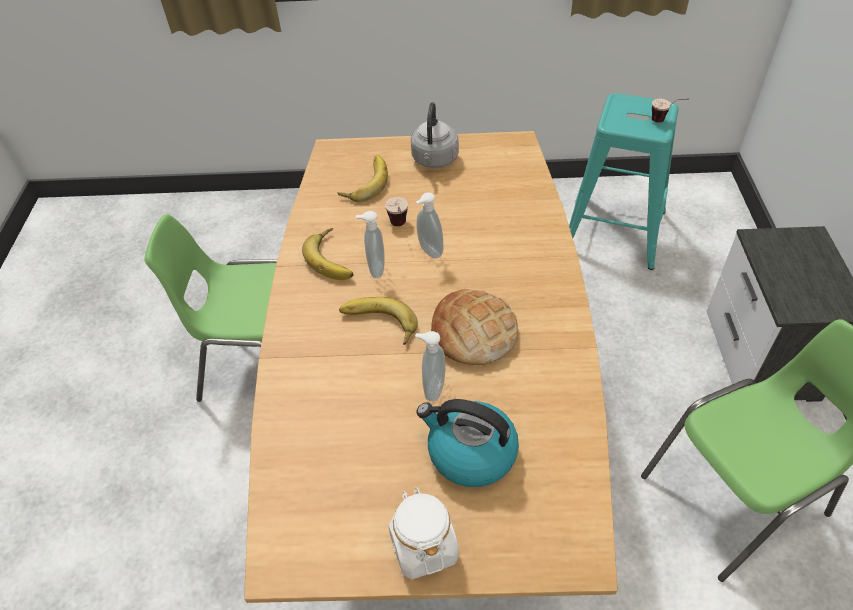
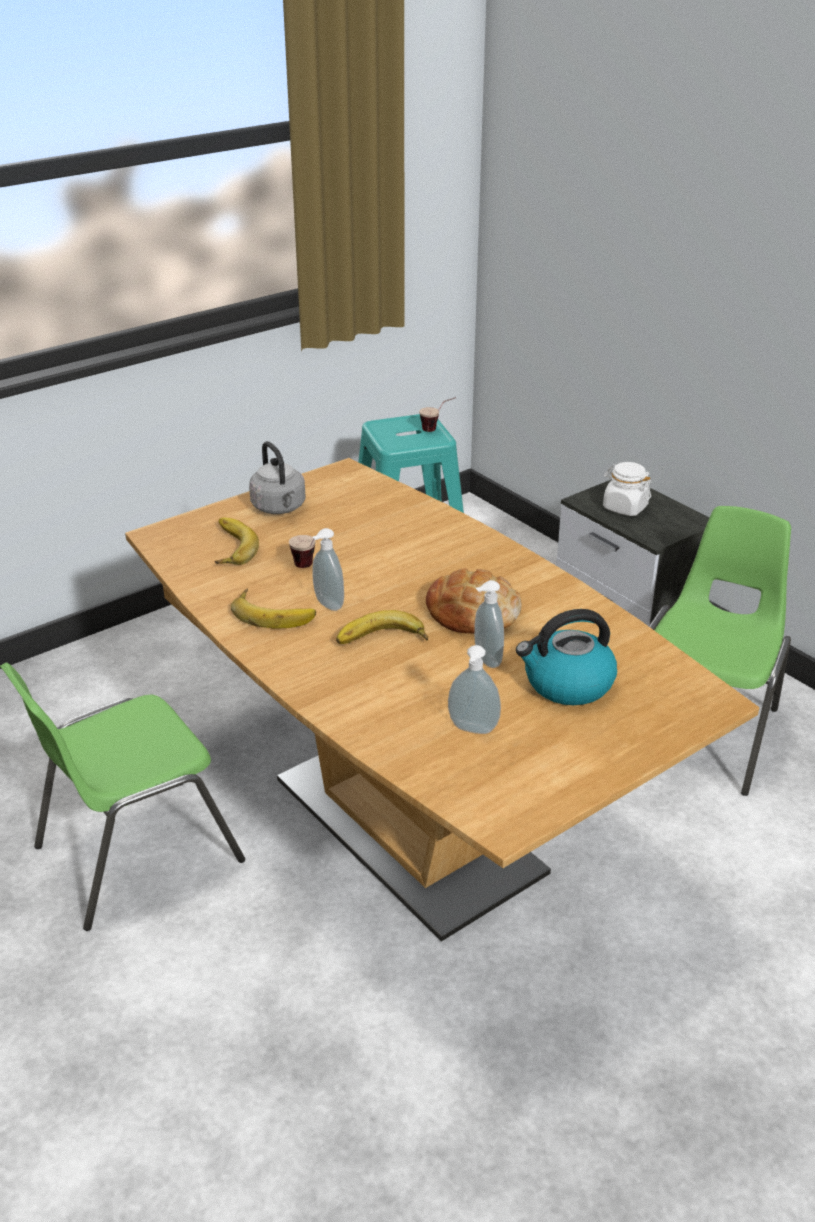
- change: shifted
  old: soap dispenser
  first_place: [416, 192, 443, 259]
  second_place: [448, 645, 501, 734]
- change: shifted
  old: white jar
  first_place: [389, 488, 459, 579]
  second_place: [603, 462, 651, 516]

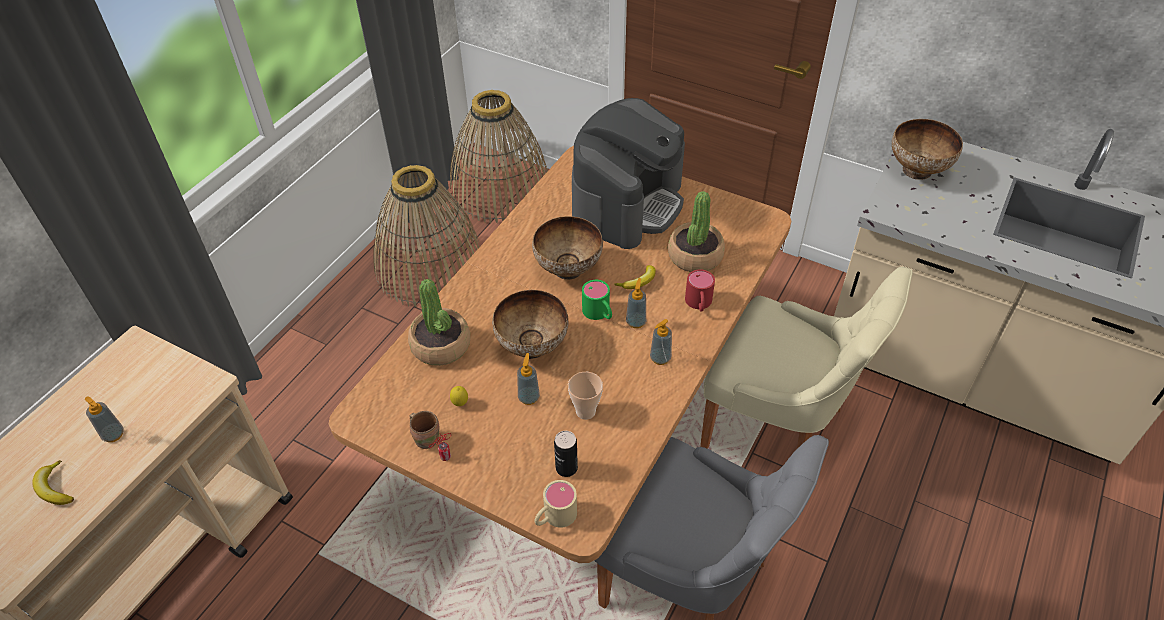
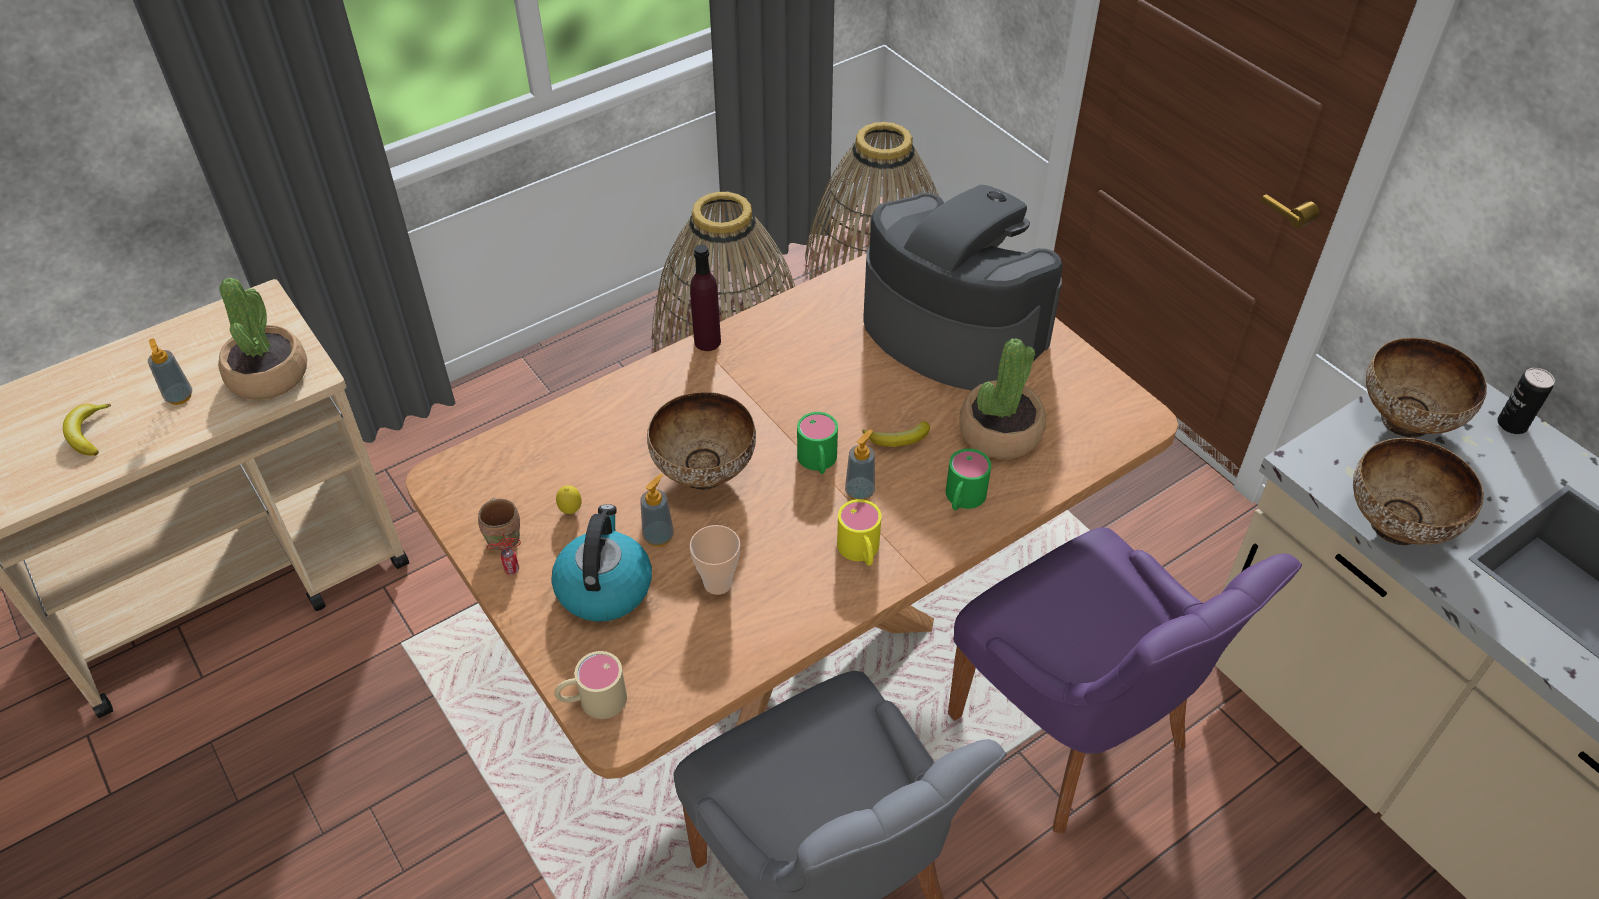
- change: rotated
  old: coffee machine
  first_place: [572, 98, 685, 249]
  second_place: [863, 185, 1063, 391]
  degrees: -105
- change: shifted
  old: bowl
  first_place: [532, 216, 603, 280]
  second_place: [1353, 438, 1484, 545]
- change: repainted
  old: beige chair
  new: purple chair
  first_place: [700, 266, 913, 449]
  second_place: [948, 527, 1302, 833]
- change: repainted
  old: red mug
  new: green mug
  first_place: [685, 269, 715, 312]
  second_place: [946, 448, 991, 510]
- change: shifted
  old: potted plant
  first_place: [408, 279, 470, 366]
  second_place: [218, 278, 307, 400]
- change: swapped
  old: soap dispenser
  new: yellow mug
  first_place: [650, 319, 672, 365]
  second_place: [837, 499, 881, 566]
- change: shifted
  old: can
  first_place: [554, 431, 578, 477]
  second_place: [1497, 368, 1555, 434]
- change: new
  new: purple bottle
  second_place: [690, 245, 721, 351]
- change: new
  new: kettle
  second_place: [551, 504, 652, 622]

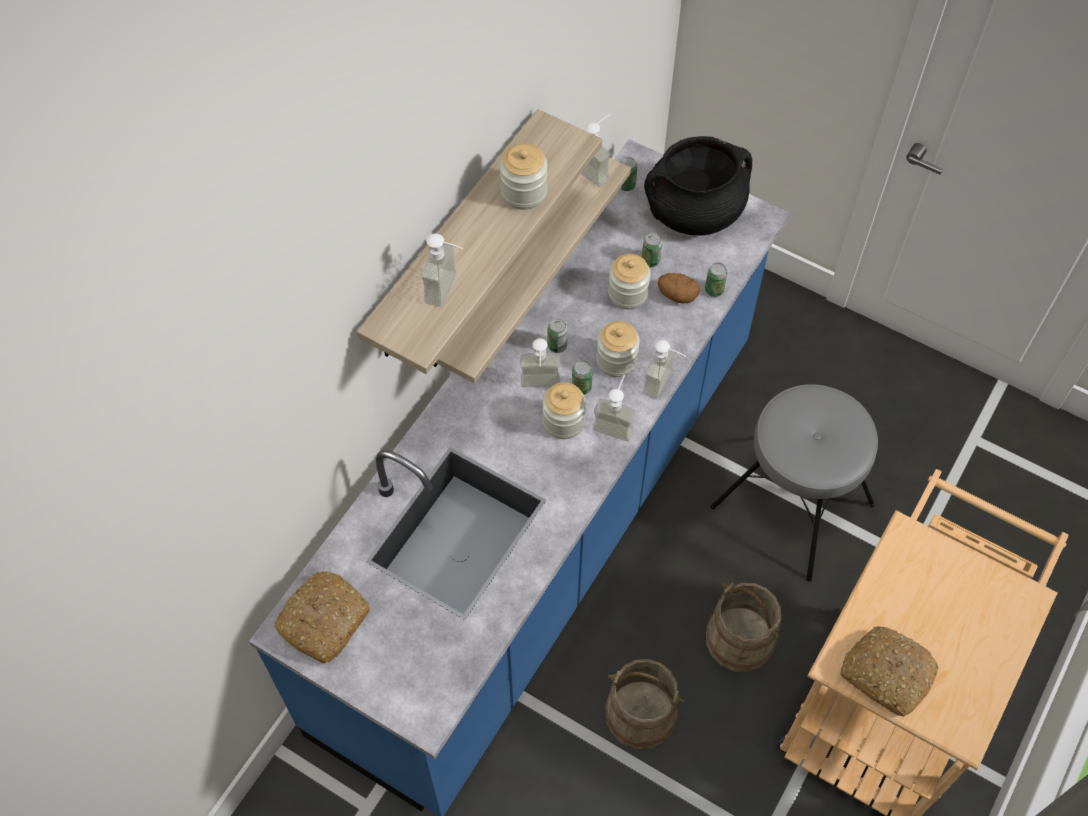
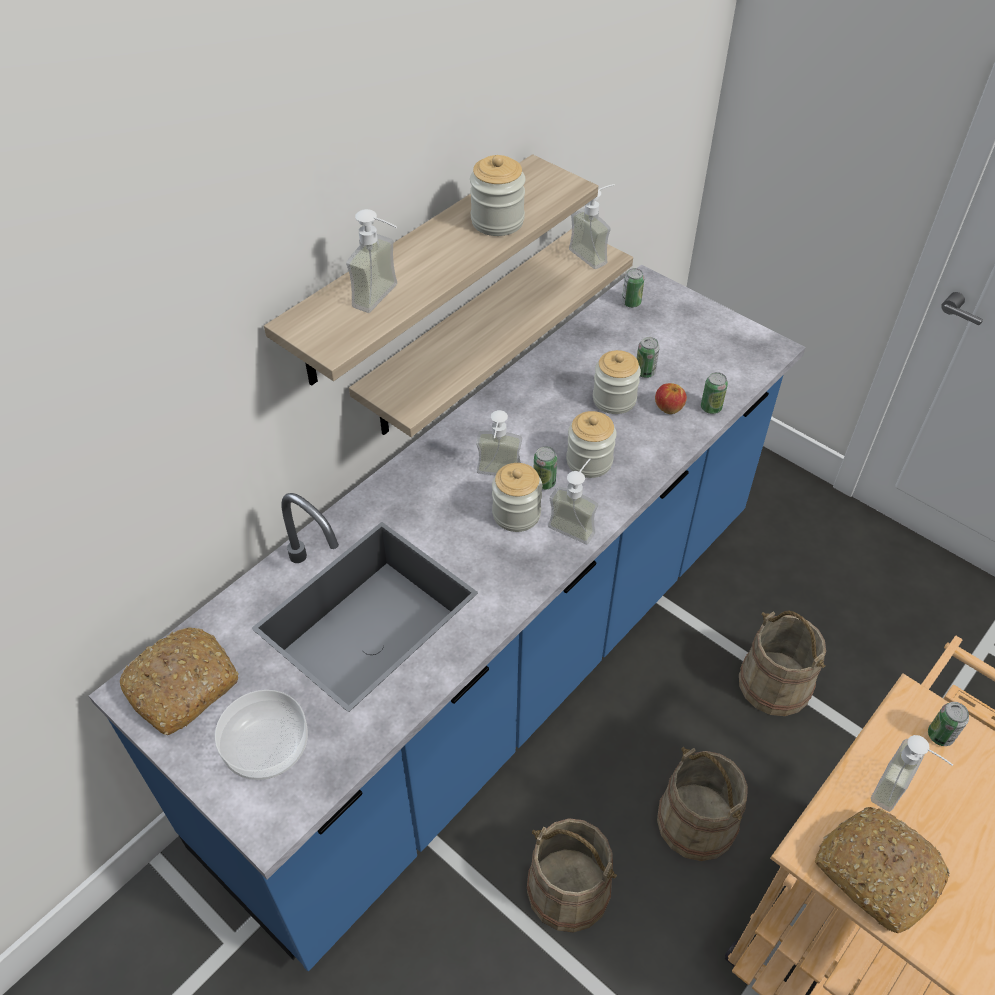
- change: gone
  old: black cooking pot
  first_place: [644, 136, 752, 236]
- change: swapped
  old: potato
  new: apple
  first_place: [657, 273, 700, 303]
  second_place: [655, 383, 687, 414]
- change: shifted
  old: can
  first_place: [548, 319, 568, 353]
  second_place: [928, 702, 969, 746]
- change: shifted
  old: soap dispenser
  first_place: [643, 340, 686, 399]
  second_place: [871, 735, 953, 812]
- change: swapped
  old: grey stool
  new: beige bucket
  first_place: [711, 384, 878, 581]
  second_place: [739, 610, 826, 716]
- change: new
  new: bowl
  second_place: [215, 690, 308, 780]

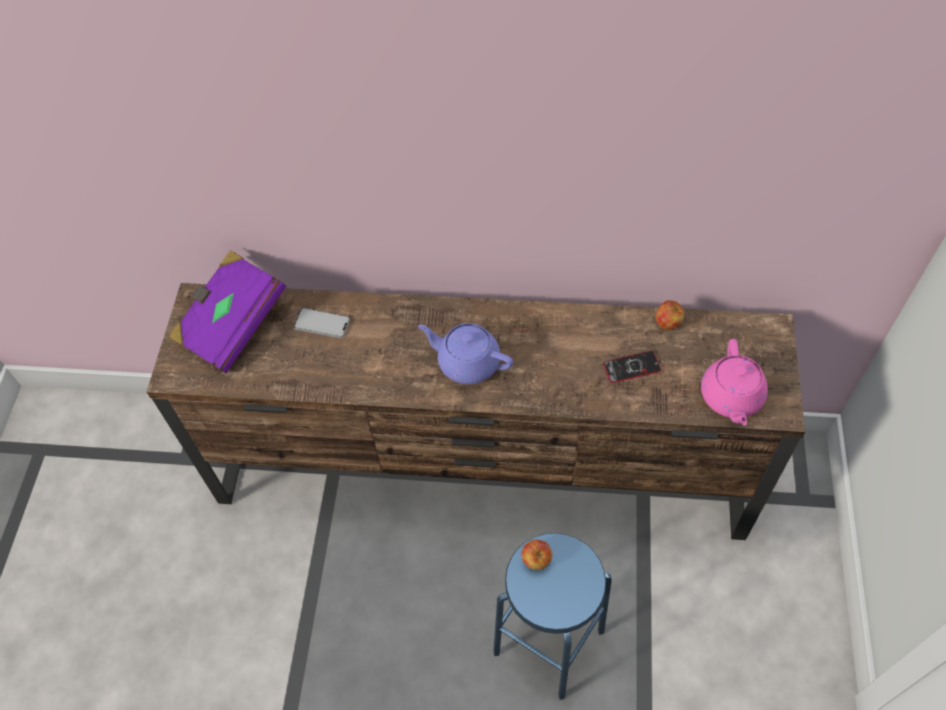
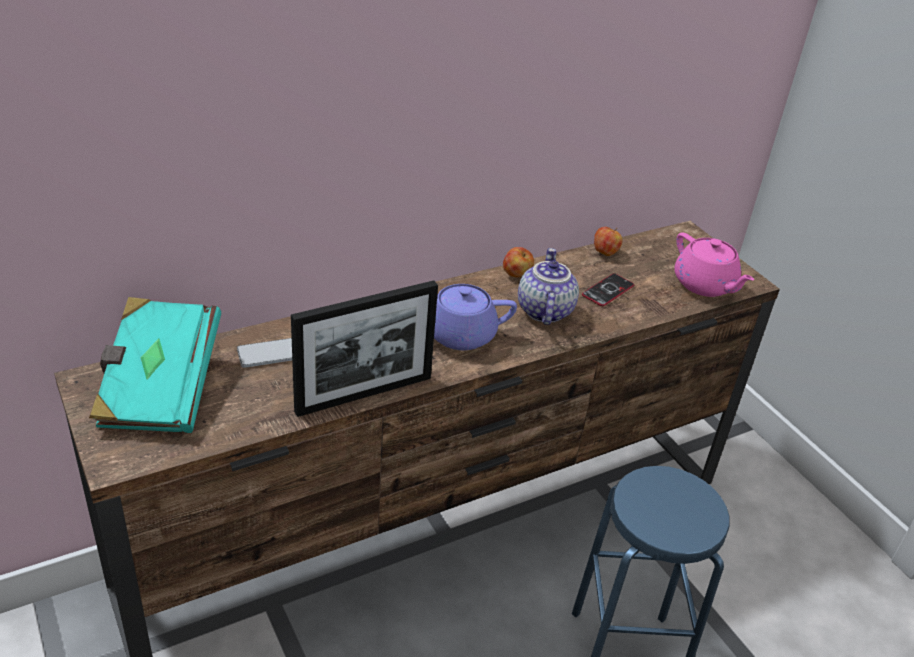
- change: repainted
  old: purple book
  new: turquoise book
  first_place: [169, 250, 286, 373]
  second_place: [89, 297, 221, 433]
- change: shifted
  old: apple
  first_place: [522, 540, 552, 570]
  second_place: [503, 247, 534, 277]
- change: new
  new: teapot
  second_place: [518, 248, 579, 325]
- change: new
  new: picture frame
  second_place: [291, 280, 438, 417]

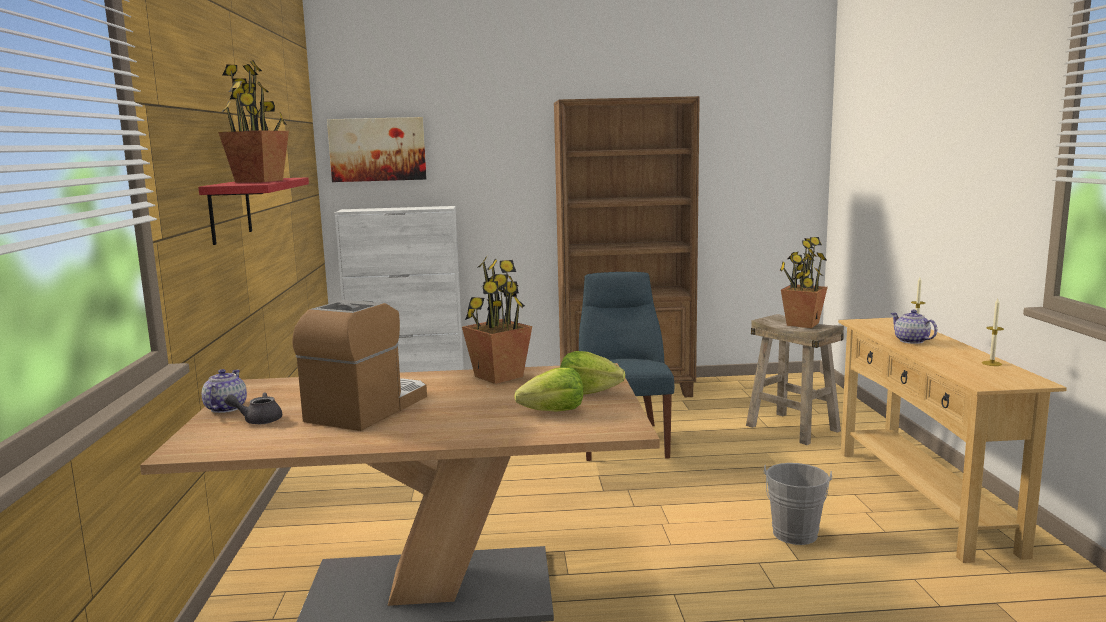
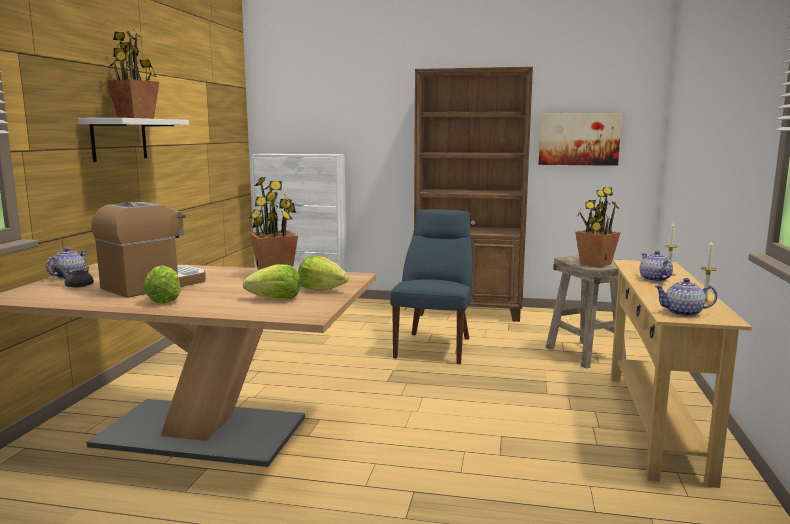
- change: shifted
  old: picture
  first_place: [327, 117, 427, 182]
  second_place: [538, 113, 622, 166]
- change: repainted
  old: red shelf
  new: white shelf
  first_place: [198, 177, 309, 245]
  second_place: [78, 118, 189, 162]
- change: gone
  old: grey bucket
  first_place: [764, 463, 832, 545]
- change: new
  new: lettuce
  second_place: [143, 265, 181, 304]
- change: new
  new: teapot
  second_place: [654, 278, 717, 317]

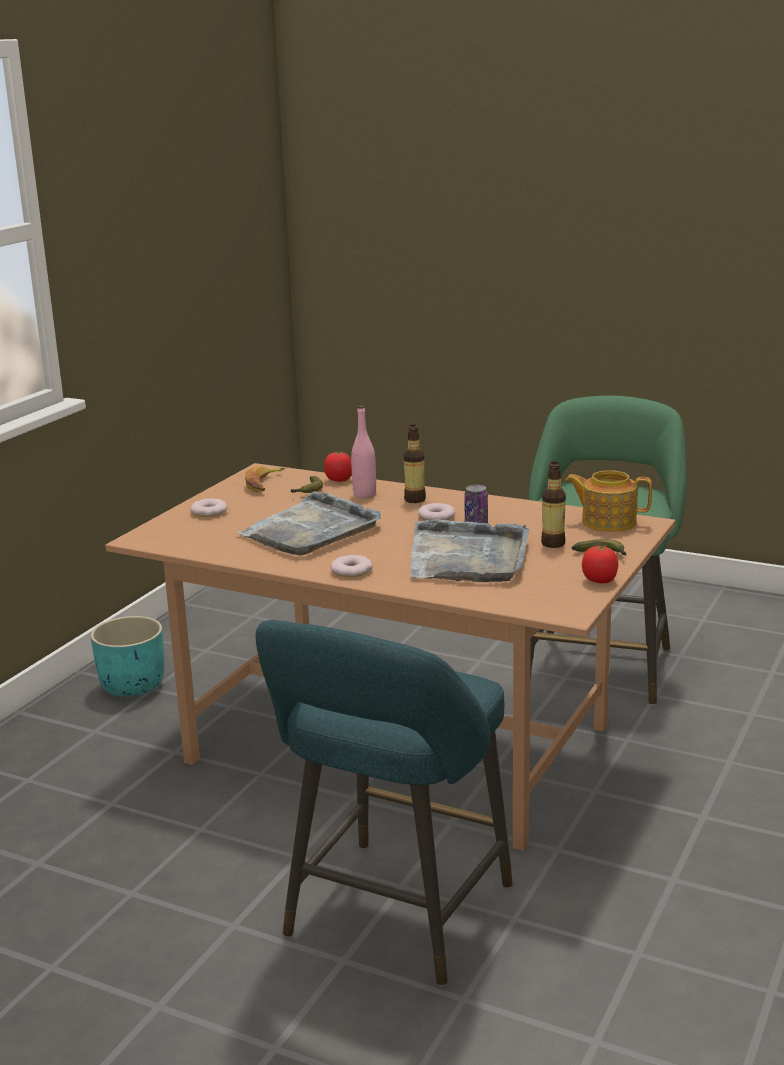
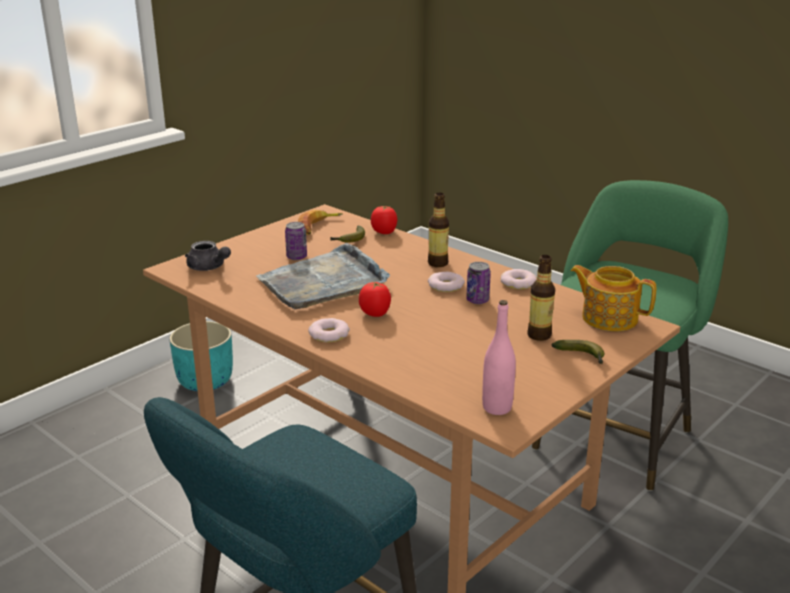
- change: shifted
  old: pink bottle
  first_place: [351, 406, 376, 498]
  second_place: [482, 300, 516, 415]
- change: shifted
  old: donut
  first_place: [190, 498, 227, 517]
  second_place: [501, 269, 537, 289]
- change: gone
  old: grey tray
  first_place: [411, 519, 529, 582]
- change: shifted
  old: tomato
  first_place: [582, 545, 618, 583]
  second_place: [359, 282, 391, 317]
- change: new
  new: can
  second_place: [285, 222, 307, 260]
- change: new
  new: grey teapot
  second_place: [185, 241, 231, 271]

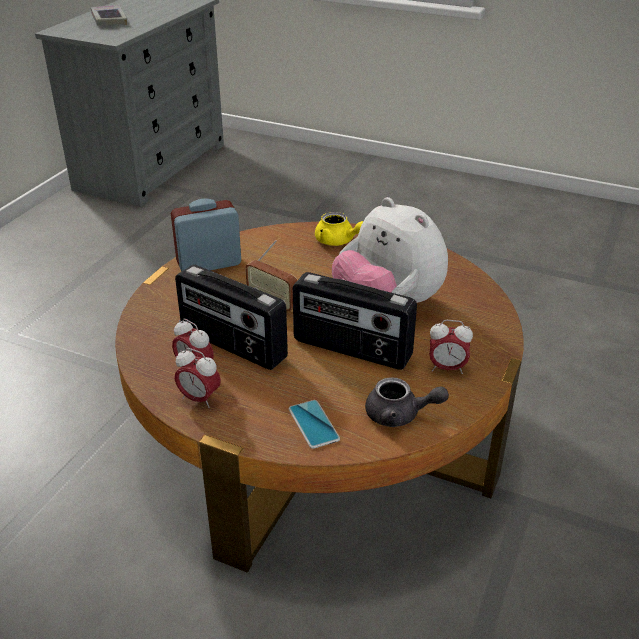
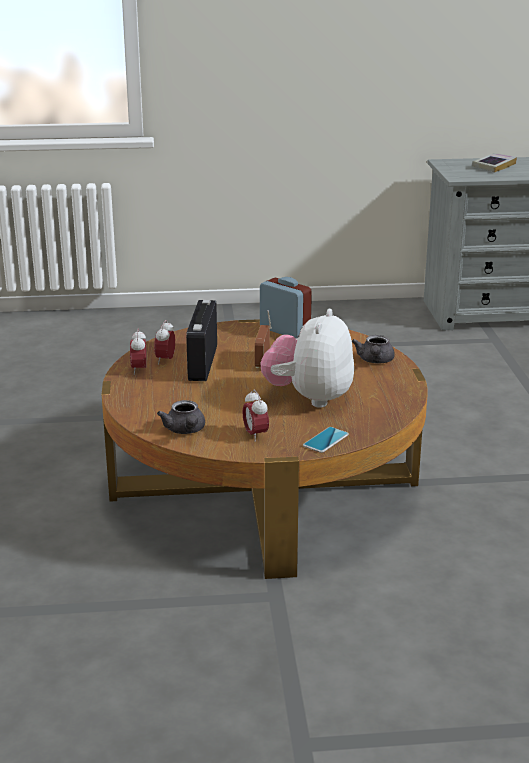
- change: repainted
  old: yellow teapot
  new: grey teapot
  first_place: [315, 212, 363, 246]
  second_place: [352, 335, 395, 364]
- change: gone
  old: radio
  first_place: [293, 272, 417, 370]
- change: shifted
  old: phone
  first_place: [289, 400, 340, 449]
  second_place: [303, 427, 349, 453]

